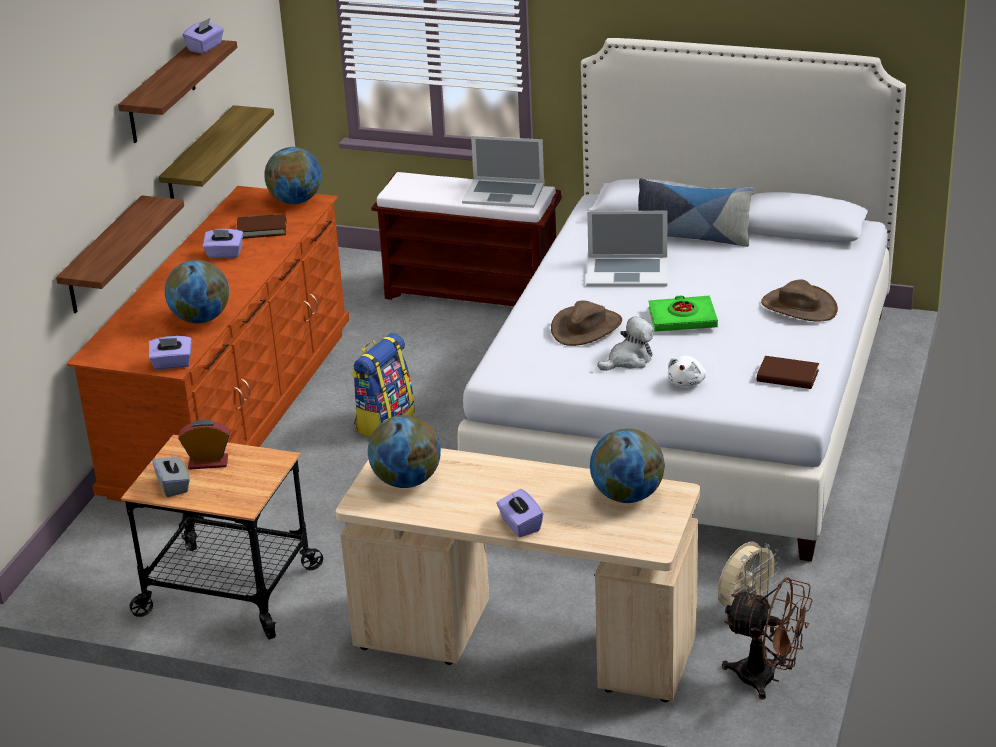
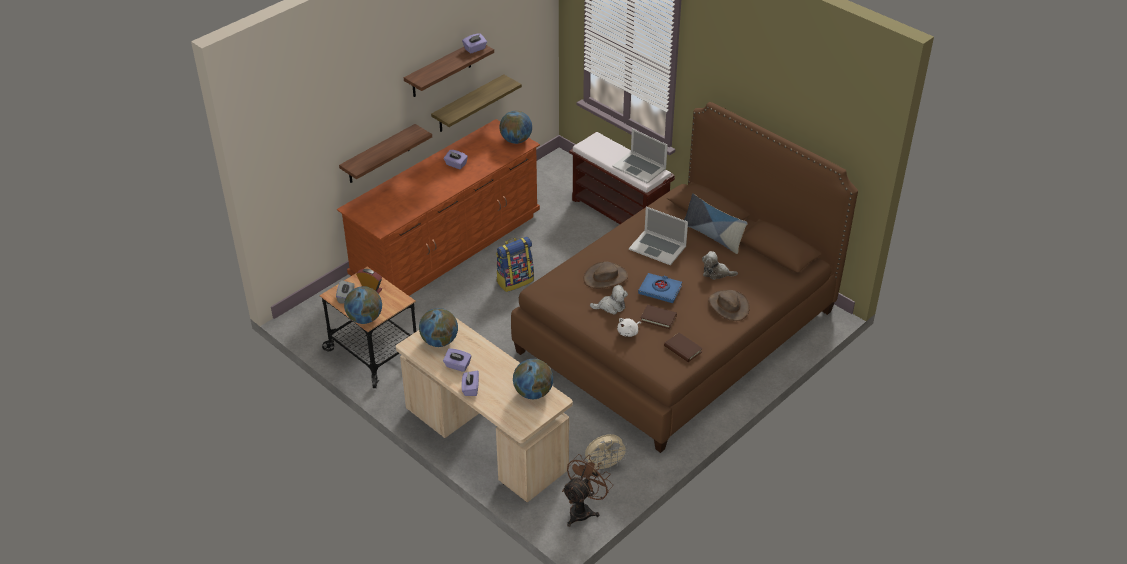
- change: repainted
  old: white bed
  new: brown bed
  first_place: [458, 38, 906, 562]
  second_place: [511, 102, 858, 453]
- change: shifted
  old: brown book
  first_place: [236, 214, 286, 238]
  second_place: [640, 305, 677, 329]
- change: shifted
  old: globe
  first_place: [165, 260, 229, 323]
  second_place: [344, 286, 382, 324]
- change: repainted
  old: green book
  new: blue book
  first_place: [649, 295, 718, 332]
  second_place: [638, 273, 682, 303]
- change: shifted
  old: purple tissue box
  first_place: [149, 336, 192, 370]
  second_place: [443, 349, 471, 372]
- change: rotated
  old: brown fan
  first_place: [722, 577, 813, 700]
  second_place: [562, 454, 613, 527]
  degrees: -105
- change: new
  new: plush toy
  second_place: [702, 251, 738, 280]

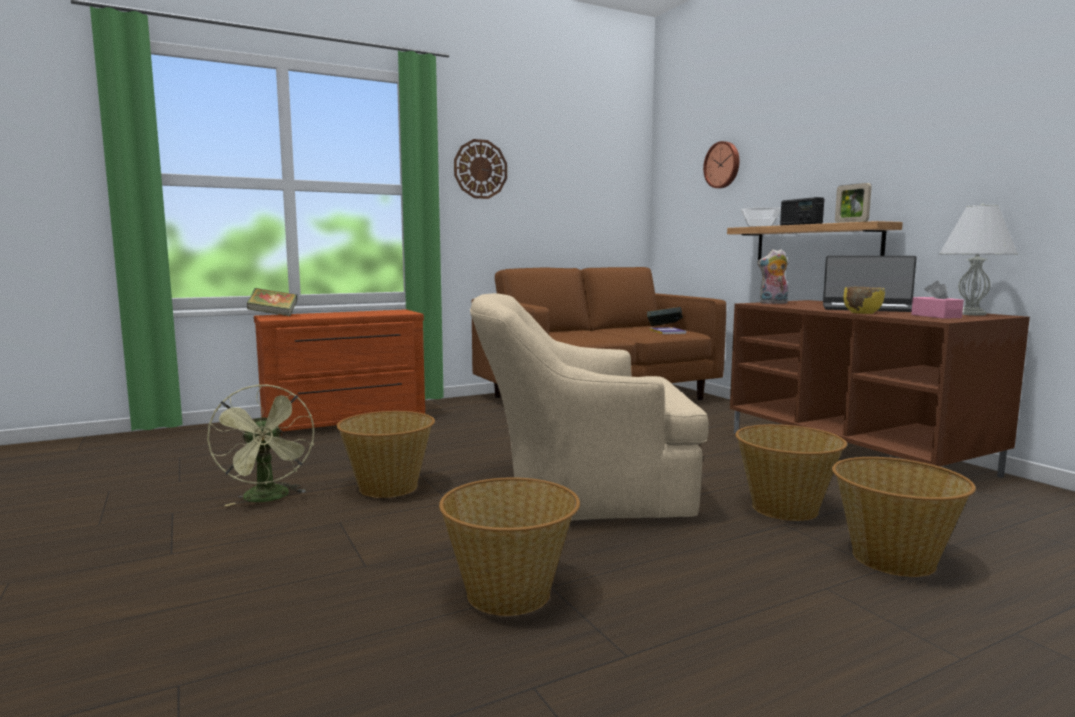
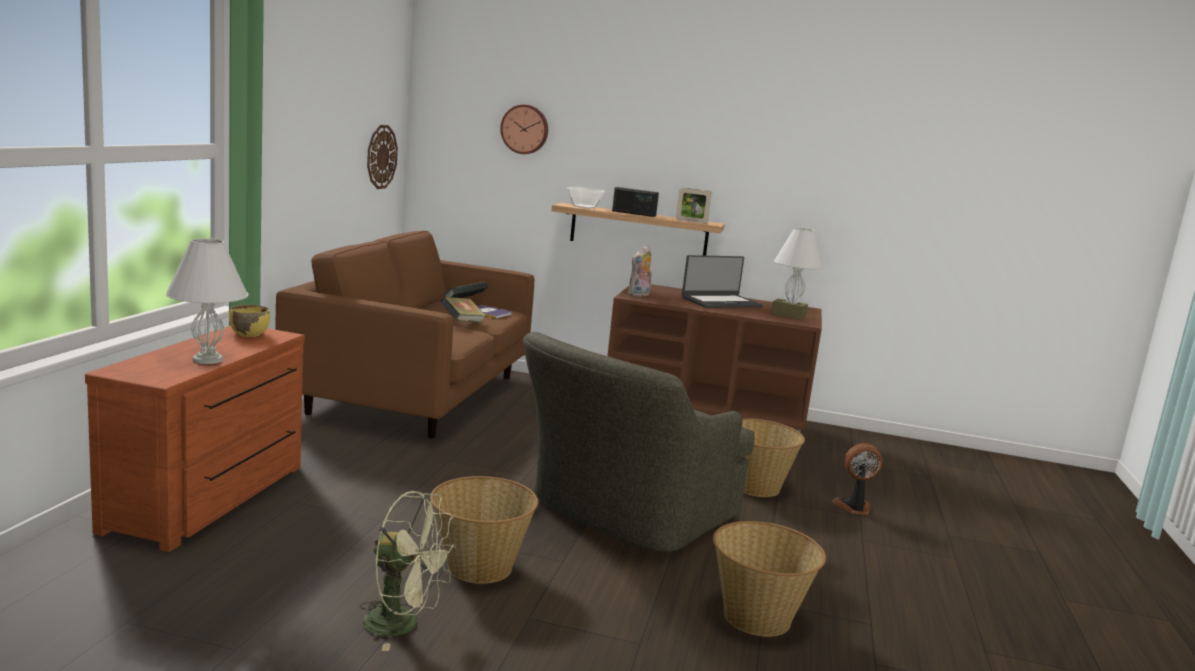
- change: shifted
  old: wall clock
  first_place: [454, 139, 507, 199]
  second_place: [367, 125, 398, 189]
- change: repainted
  old: pink tissue box
  new: brown tissue box
  first_place: [911, 281, 964, 319]
  second_place: [771, 290, 808, 320]
- change: shifted
  old: yellow bowl
  first_place: [843, 287, 885, 314]
  second_place: [229, 305, 270, 337]
- change: shifted
  old: book
  first_place: [247, 288, 297, 316]
  second_place: [440, 297, 486, 322]
- change: repainted
  old: beige armchair
  new: green armchair
  first_place: [470, 293, 709, 520]
  second_place: [523, 332, 754, 552]
- change: swapped
  old: basket
  new: fan
  first_place: [832, 457, 976, 577]
  second_place: [832, 443, 883, 515]
- change: new
  new: white table lamp
  second_place: [166, 238, 248, 364]

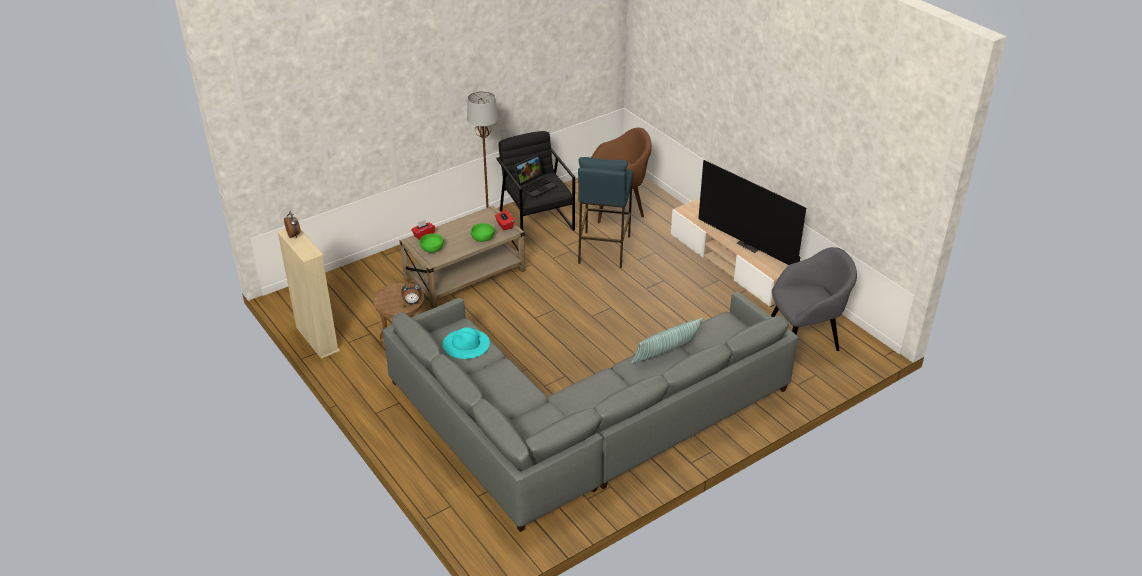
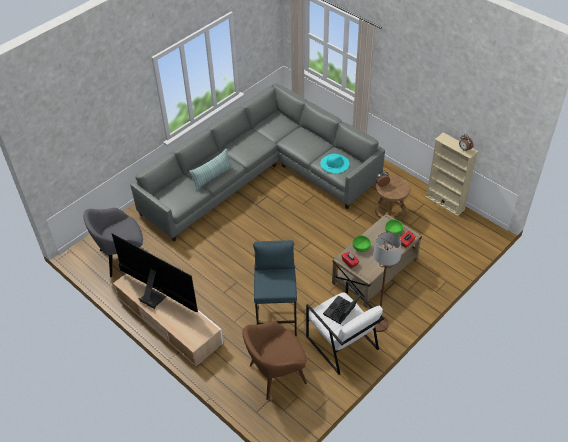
- change: repainted
  old: black armchair
  new: white armchair
  first_place: [496, 131, 575, 231]
  second_place: [306, 280, 384, 375]

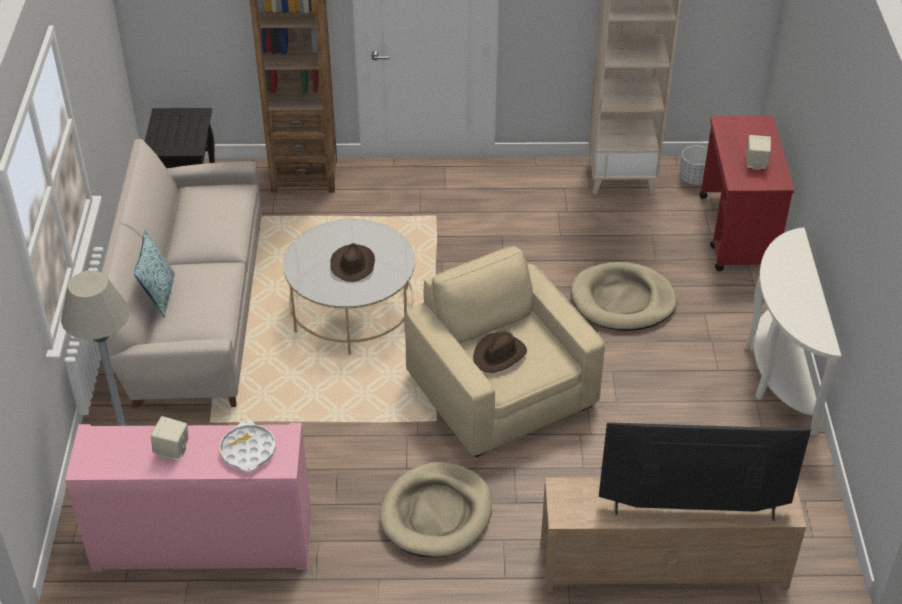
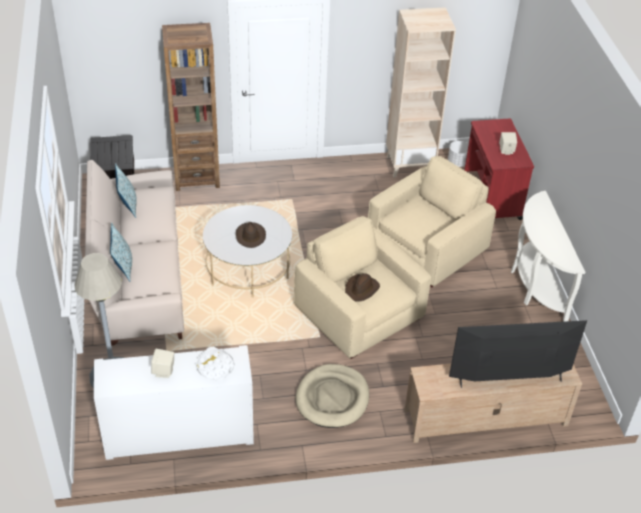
- change: swapped
  old: beige dog bed
  new: beige armchair
  first_place: [571, 262, 676, 331]
  second_place: [368, 156, 496, 287]
- change: repainted
  old: pink cabinet
  new: white cabinet
  first_place: [65, 423, 311, 572]
  second_place: [94, 345, 254, 460]
- change: new
  new: pillow
  second_place: [115, 163, 137, 218]

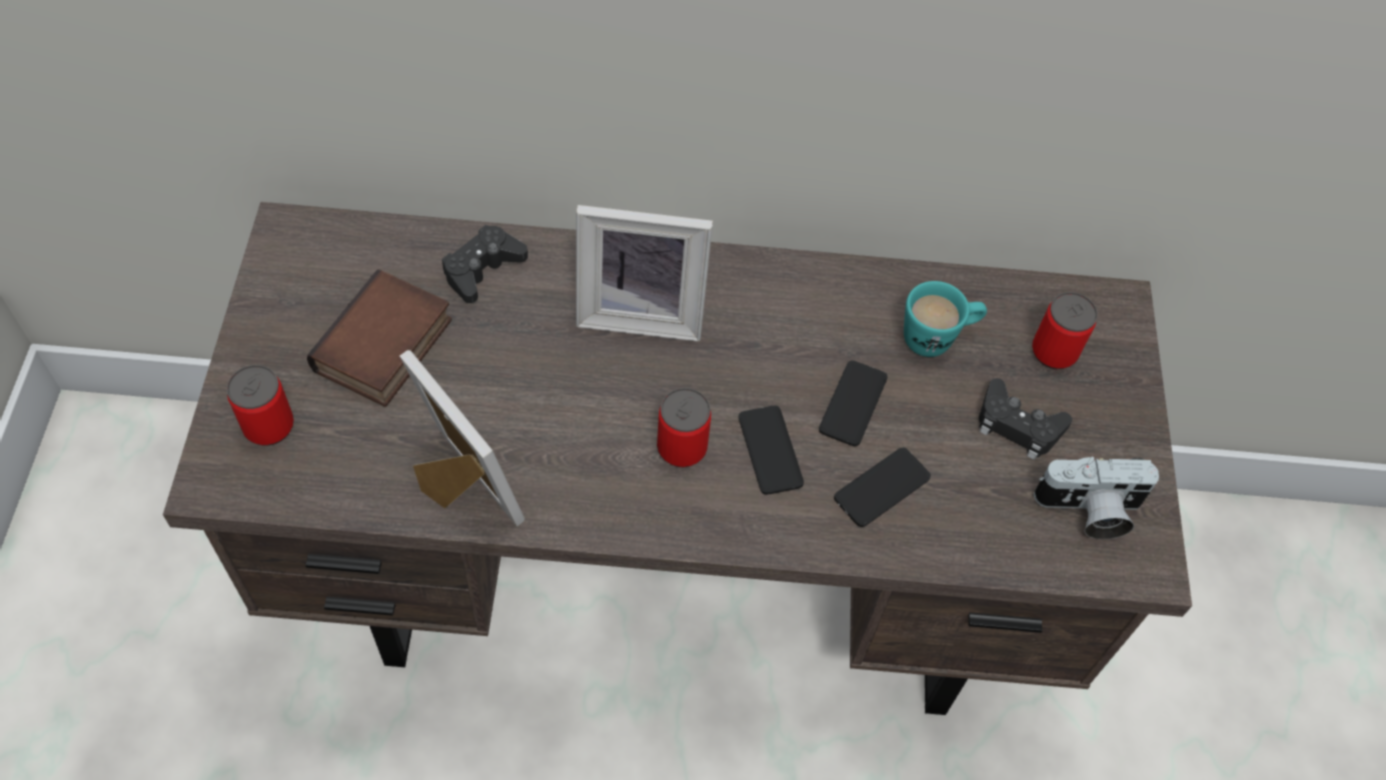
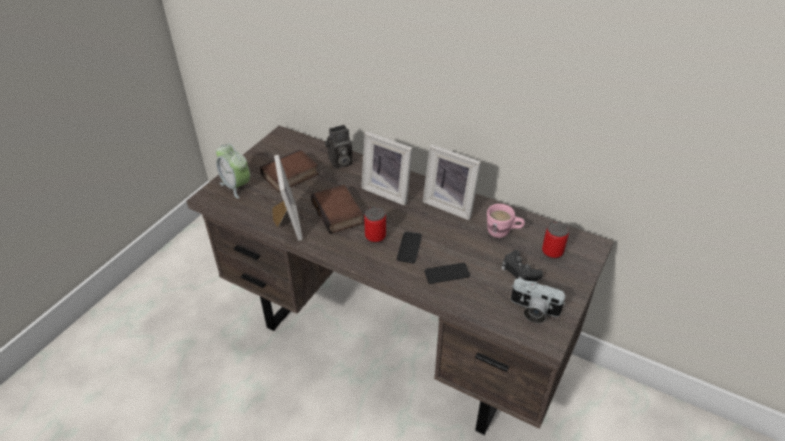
- change: swapped
  old: black game controller
  new: photo camera
  first_place: [442, 225, 528, 303]
  second_place: [324, 125, 352, 169]
- change: repainted
  old: turquoise mug
  new: pink mug
  first_place: [904, 281, 987, 357]
  second_place: [487, 204, 525, 238]
- change: gone
  old: phone
  first_place: [819, 360, 887, 447]
- change: swapped
  old: can
  new: alarm clock
  first_place: [227, 365, 294, 446]
  second_place: [216, 143, 250, 199]
- change: new
  new: picture frame
  second_place: [423, 144, 481, 220]
- change: new
  new: book
  second_place: [311, 185, 364, 234]

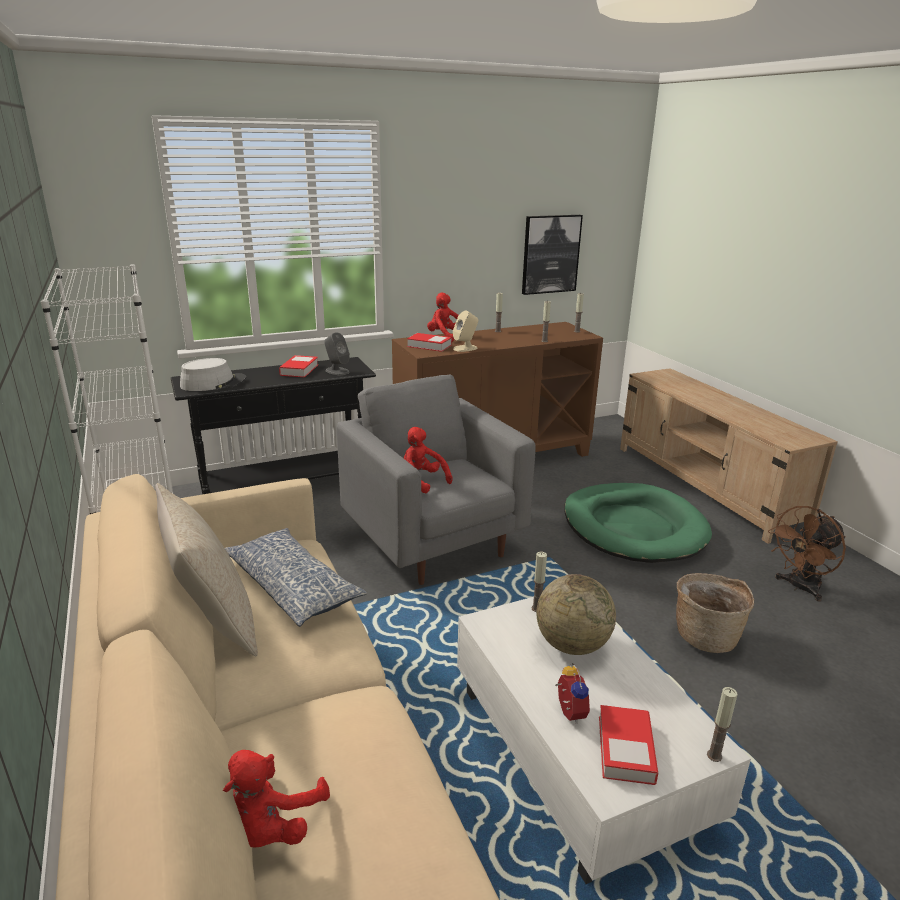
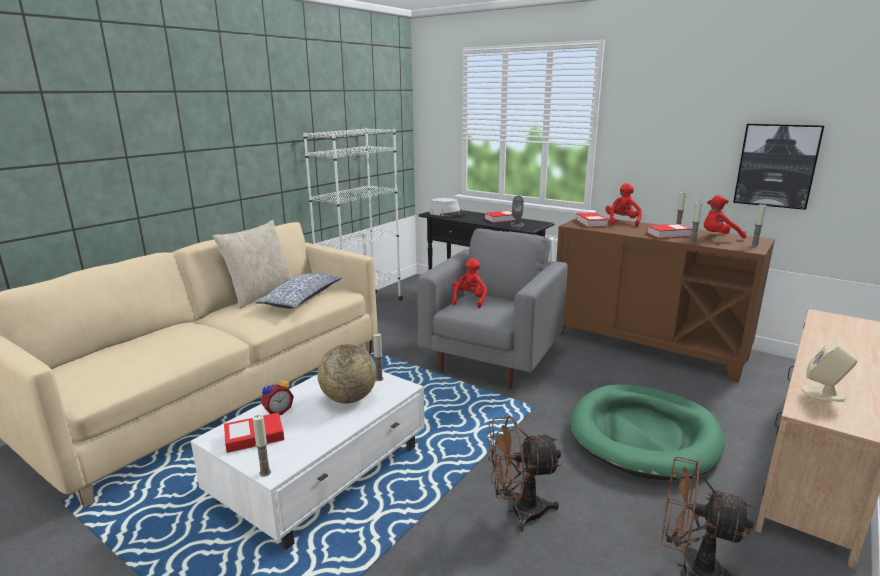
- change: shifted
  old: beige speaker
  first_place: [453, 311, 478, 352]
  second_place: [801, 342, 857, 402]
- change: swapped
  old: basket
  new: brown fan
  first_place: [676, 573, 754, 653]
  second_place: [487, 416, 562, 532]
- change: shifted
  old: red plush toy
  first_place: [223, 750, 330, 847]
  second_place: [704, 195, 746, 239]
- change: new
  new: book
  second_place: [647, 224, 692, 239]

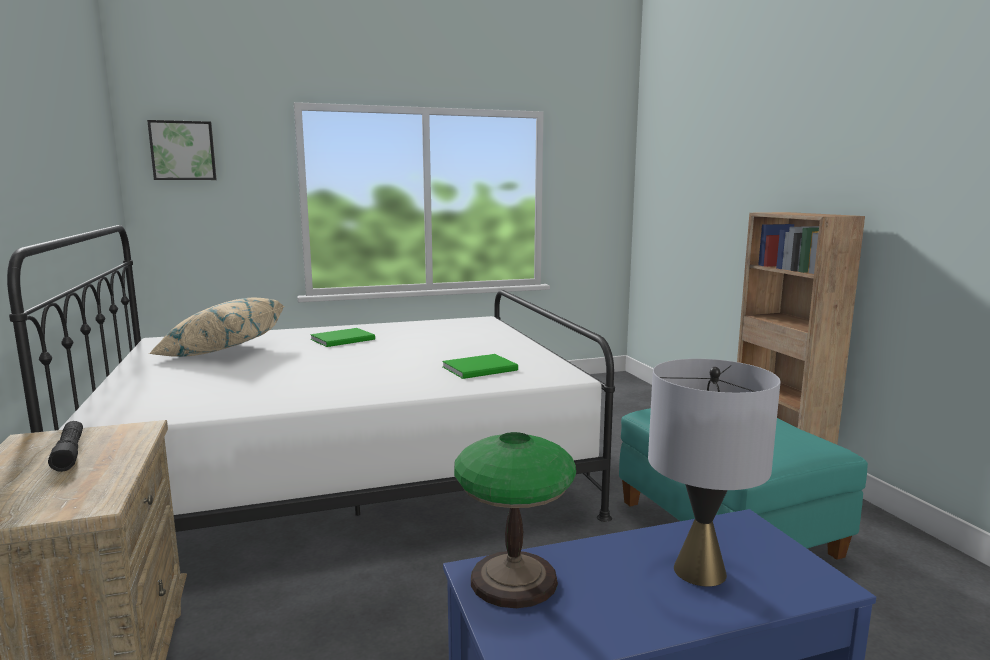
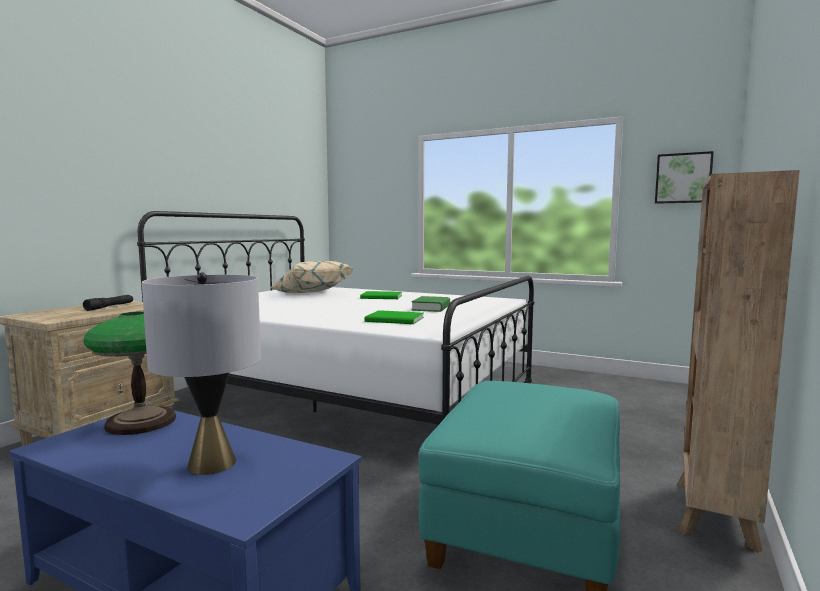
- change: shifted
  old: picture
  first_place: [147, 120, 217, 180]
  second_place: [655, 151, 714, 204]
- change: new
  new: green book
  second_place: [411, 296, 450, 312]

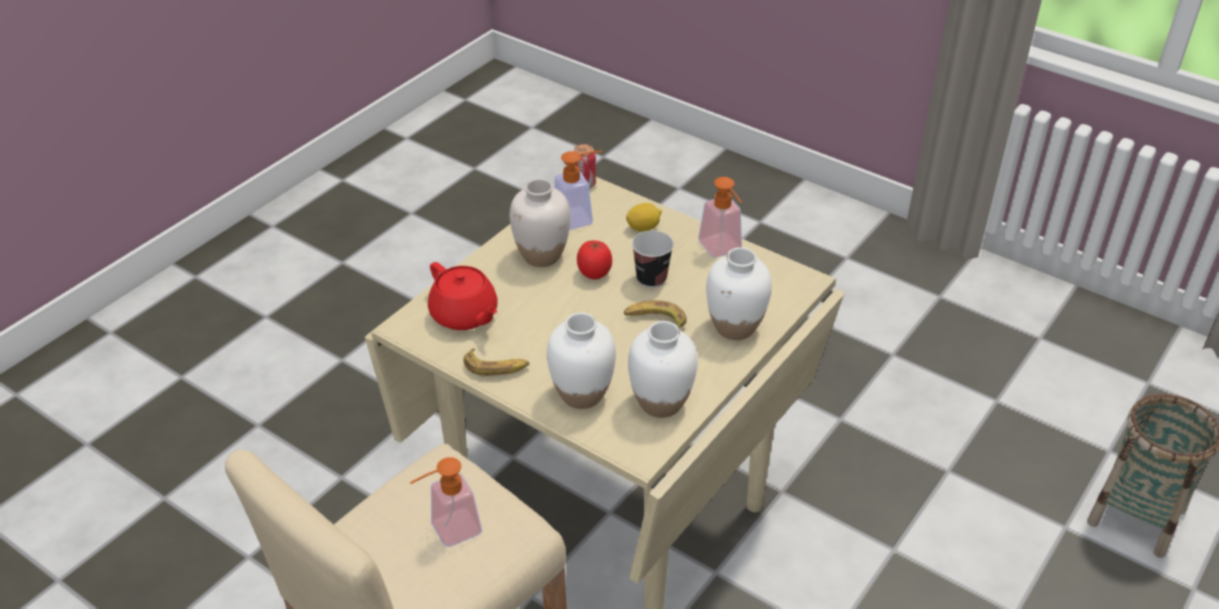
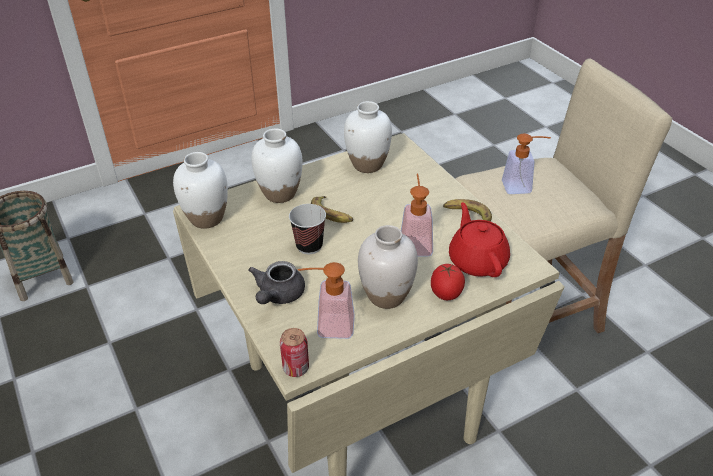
- change: shifted
  old: soap dispenser
  first_place: [698, 177, 742, 258]
  second_place: [401, 173, 433, 257]
- change: swapped
  old: lemon
  new: grey teapot
  first_place: [626, 203, 662, 232]
  second_place: [248, 261, 305, 304]
- change: shifted
  old: tomato
  first_place: [577, 240, 612, 279]
  second_place: [431, 264, 465, 300]
- change: shifted
  old: white vase
  first_place: [547, 313, 616, 409]
  second_place: [173, 152, 228, 229]

